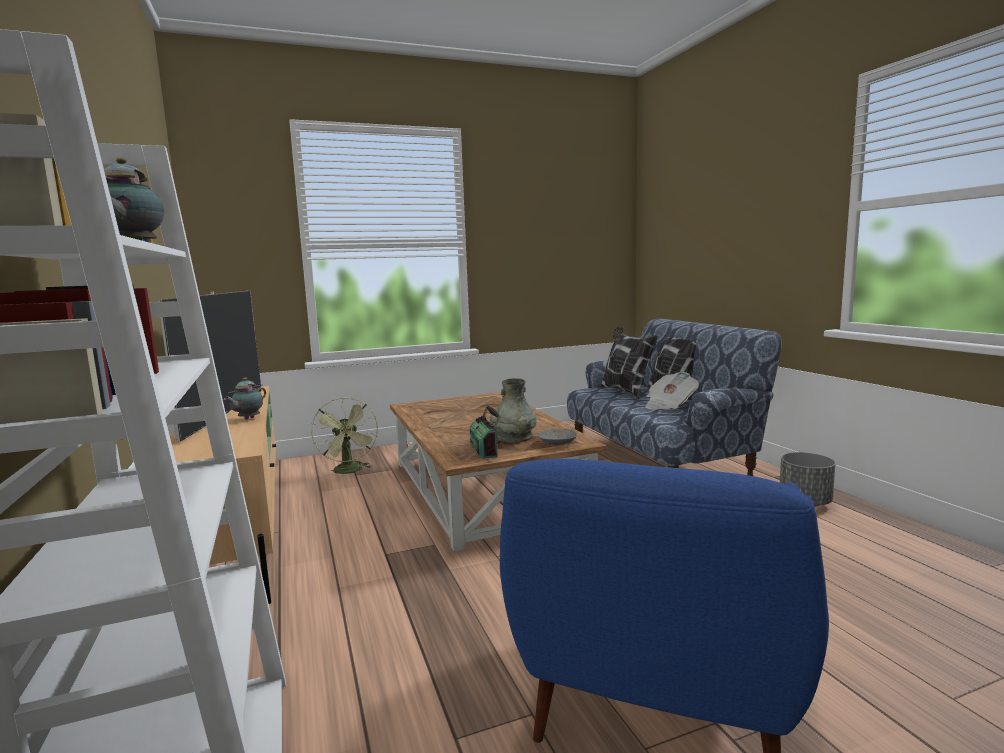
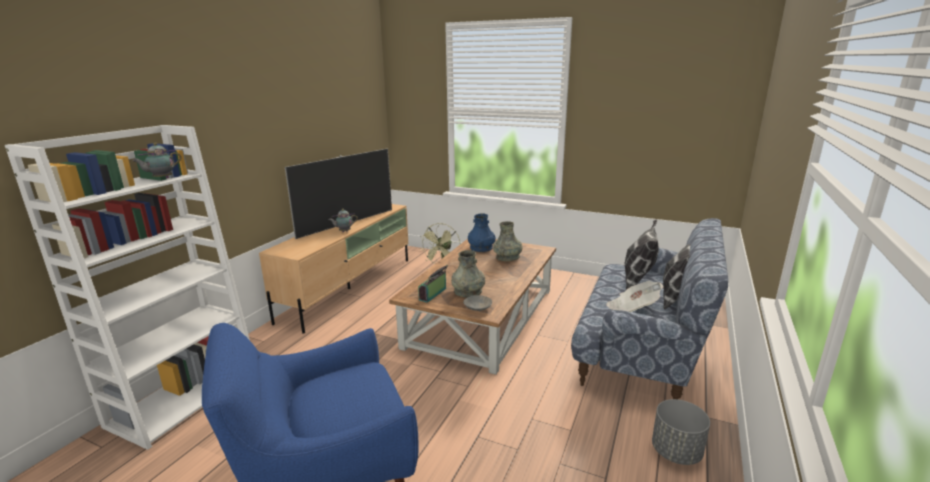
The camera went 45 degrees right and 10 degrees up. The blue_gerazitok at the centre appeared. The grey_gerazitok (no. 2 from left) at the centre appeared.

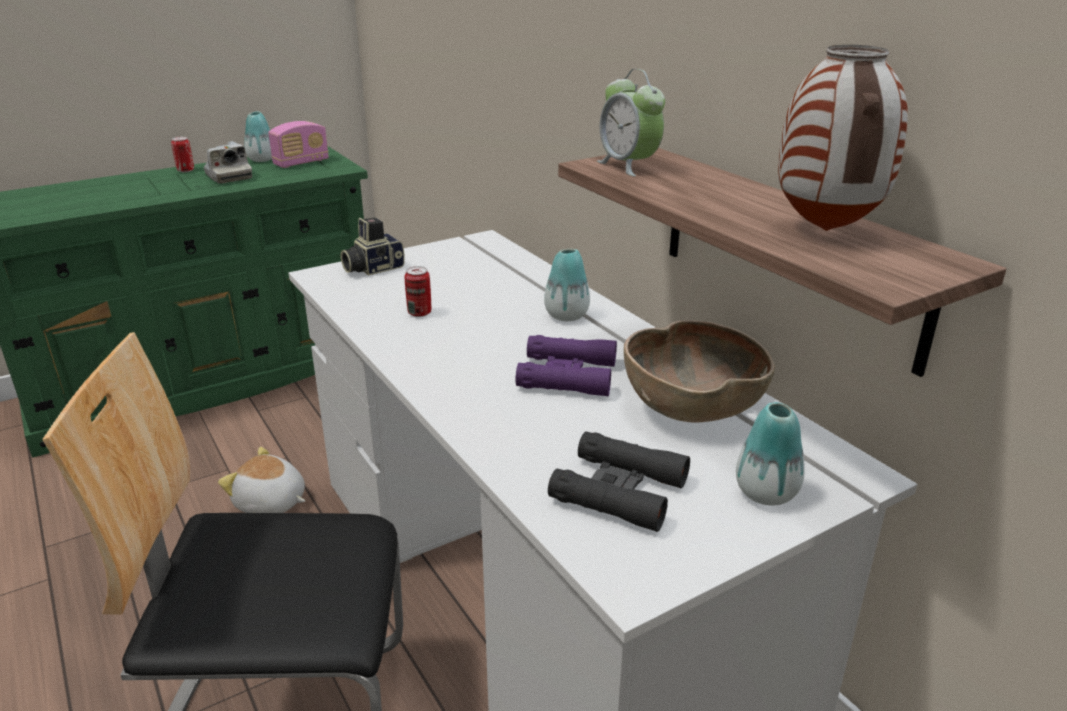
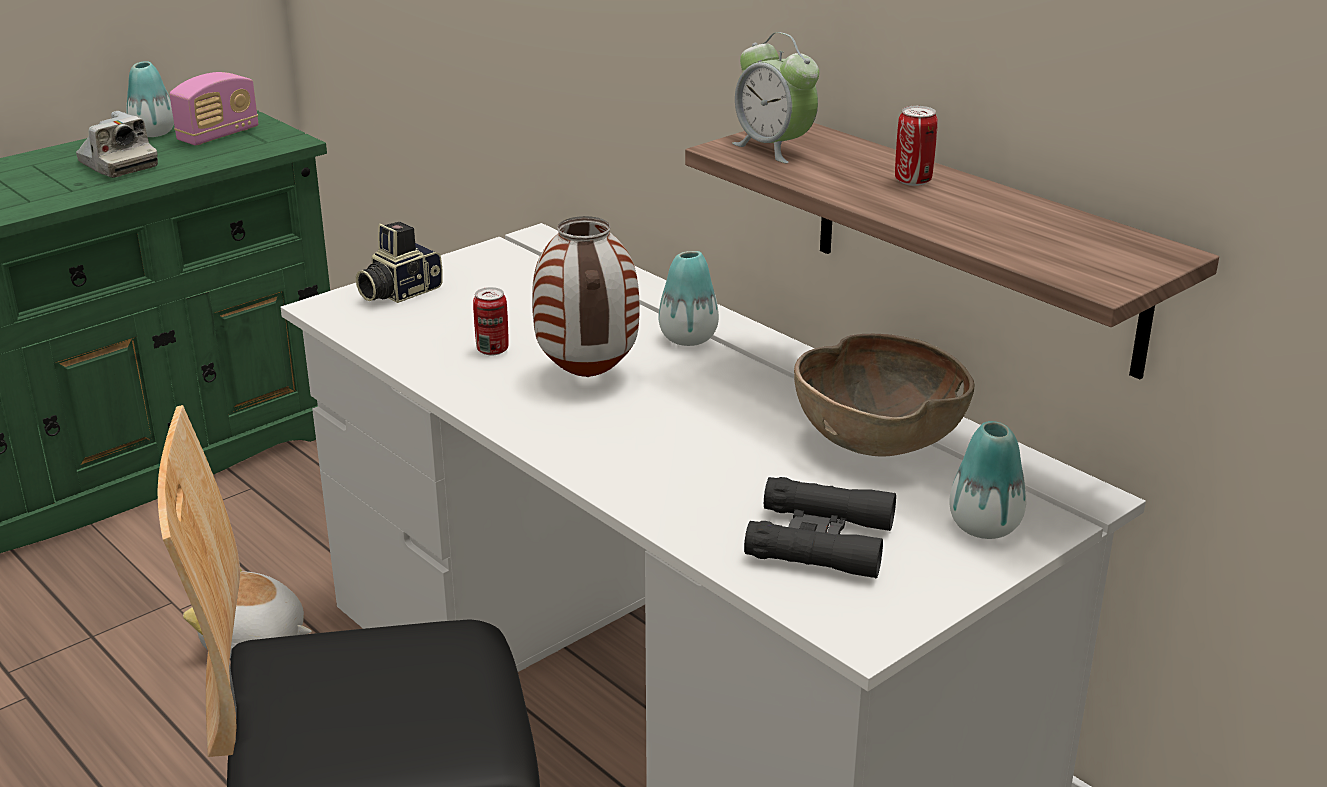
The camera went 10 degrees left and 0 degrees up. The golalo (no. 1 from left in the first image) moved from the top left to the top right. The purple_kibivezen at the centre disappeared. The gerazitok (no. 4 from left in the first image) moved from the top right to the centre.

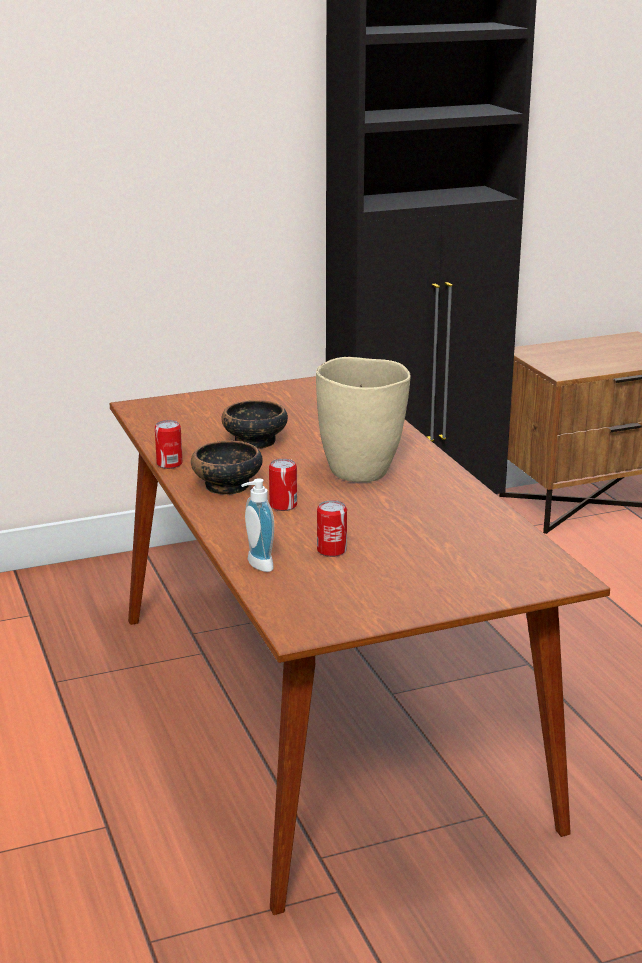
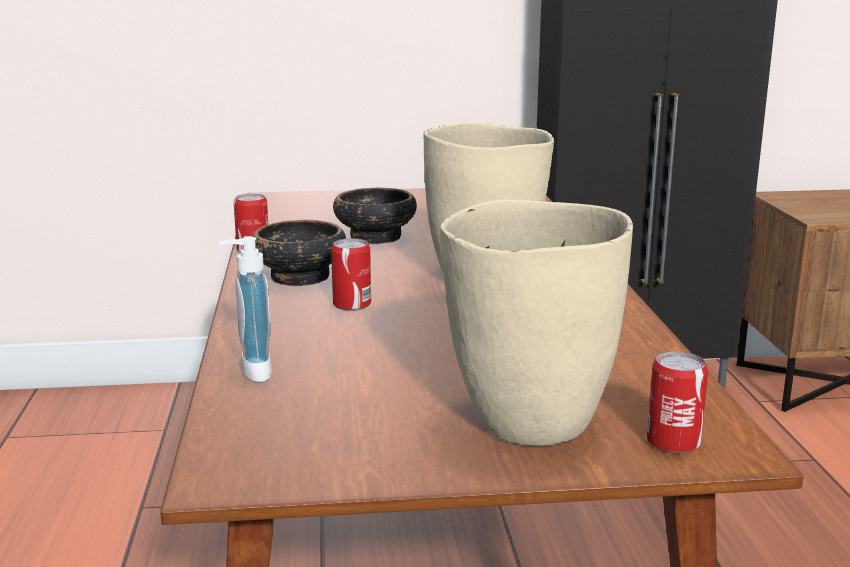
The camera went 15 degrees right and 5 degrees down. The golalo (no. 3 from left) moved from the centre to the bottom right. The beige_gerazitok (no. 2 from left) at the centre appeared.

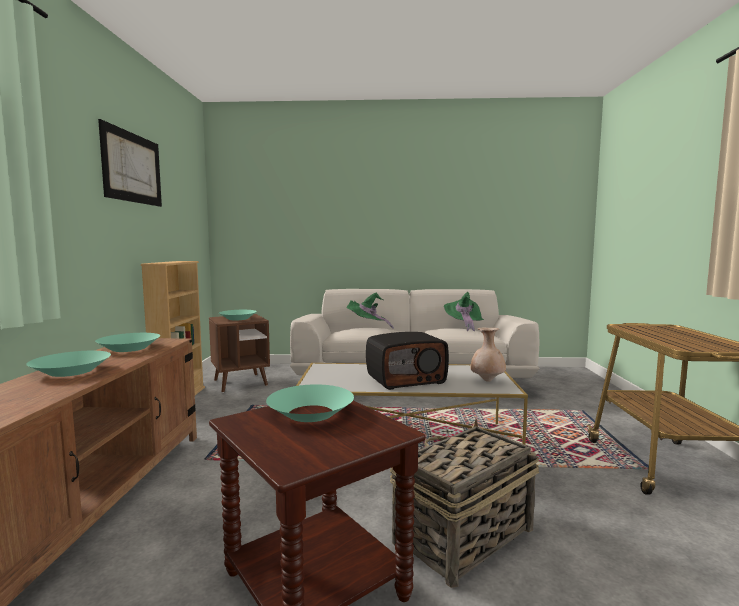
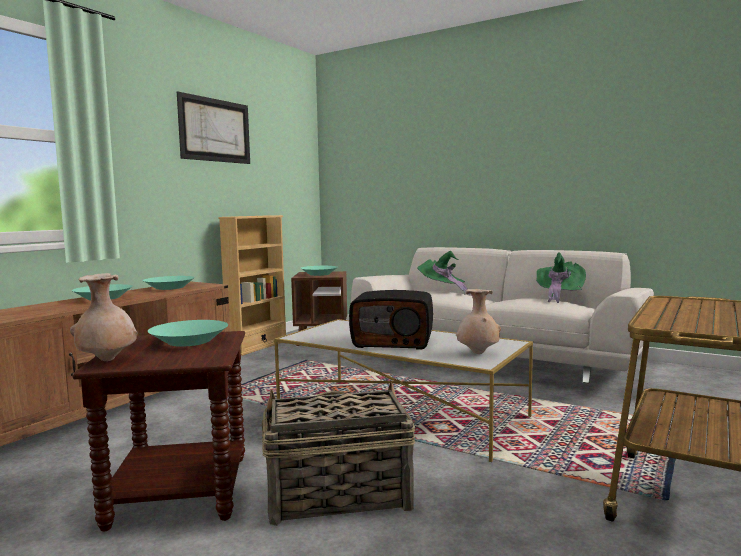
The camera went 30 degrees right and 0 degrees up. The beige_gerazitok (no. 1 from left) at the middle left appeared.

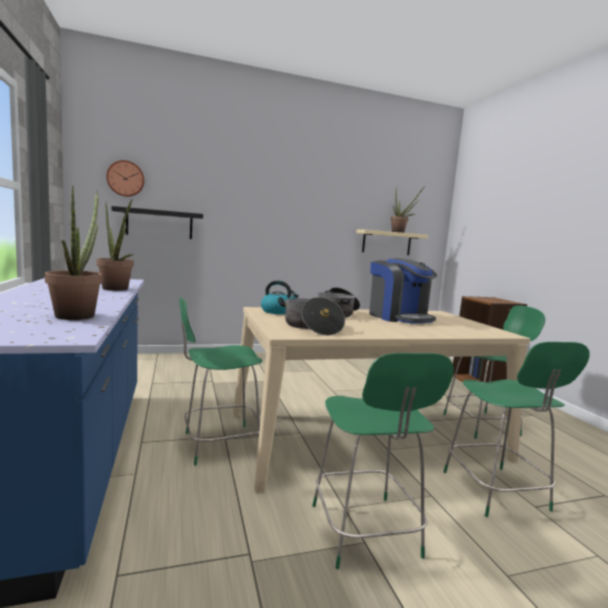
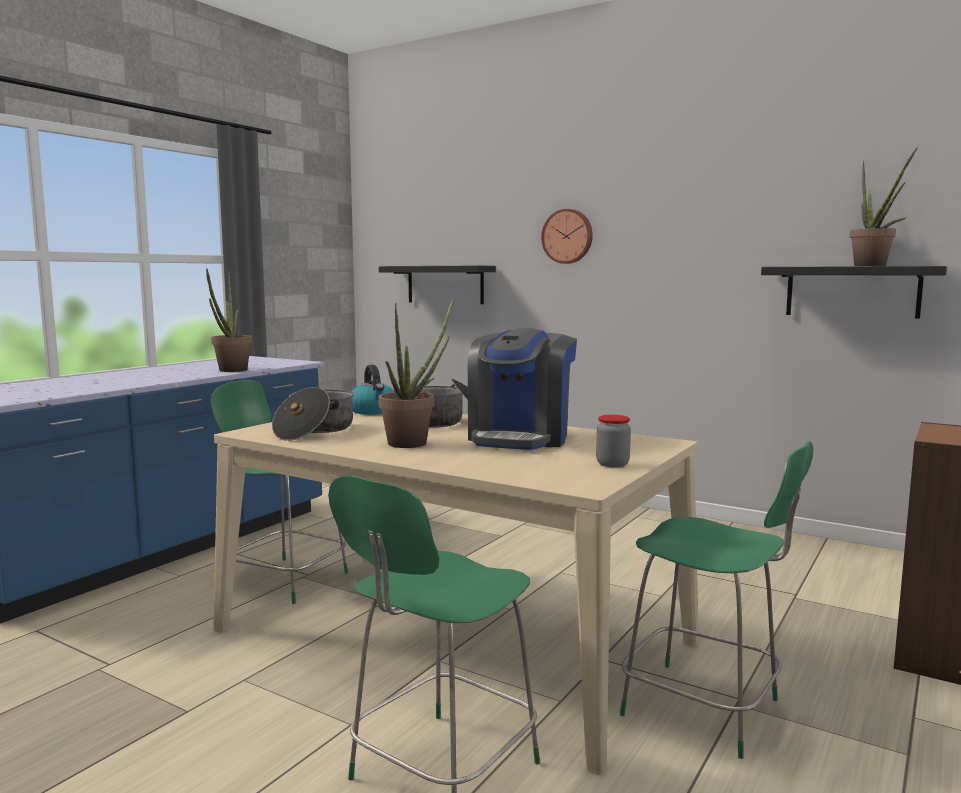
The camera went 50 degrees right and 0 degrees up. The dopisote (no. 1 from left in the first image) moved from the middle left to the centre. The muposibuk moved from the top left to the top centre. The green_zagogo (no. 2 from left) at the bottom centre disappeared. The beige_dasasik at the centre became the black_dasasik (no. 2 from left) at the middle right. The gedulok at the centre appeared.

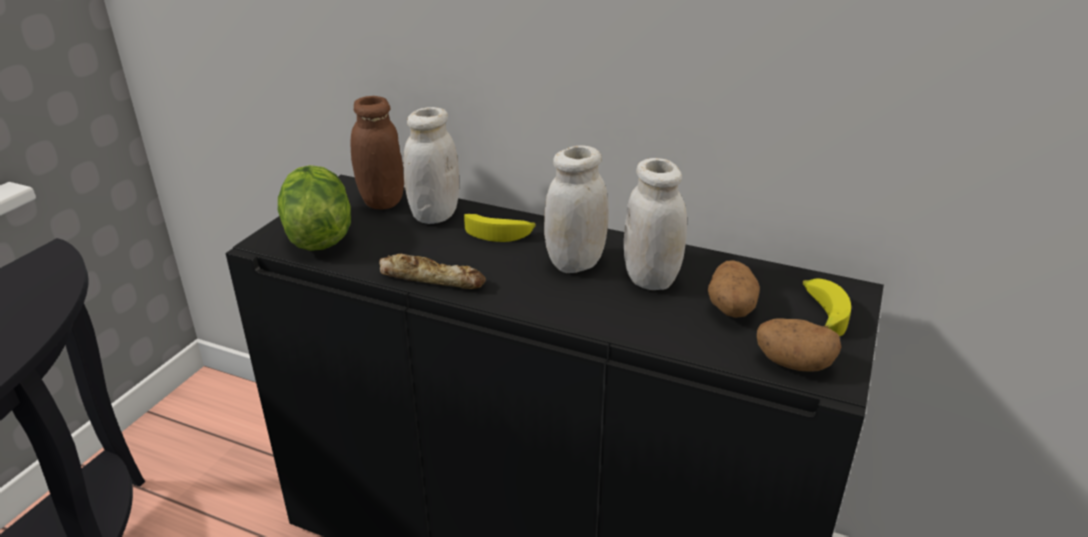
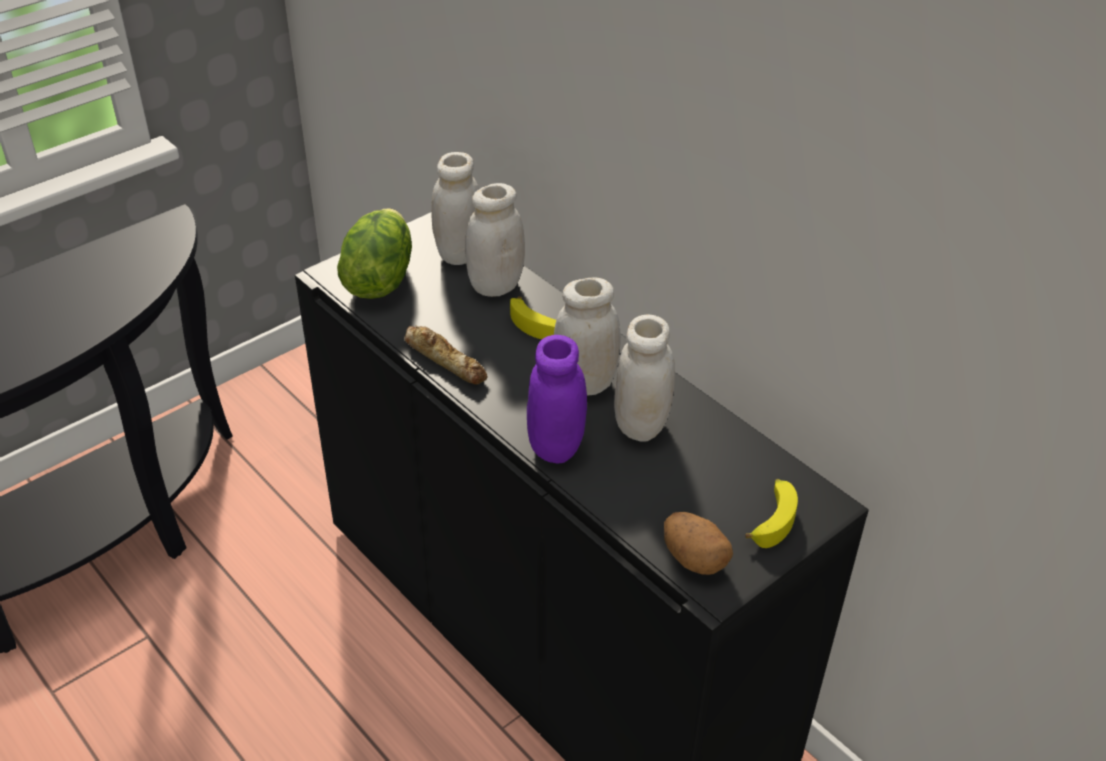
The camera went 25 degrees right and 10 degrees up. The brown_gedulok at the top centre became the white_gedulok (no. 1 from left) at the top centre. The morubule (no. 1 from left) at the middle right disappeared. The purple_gedulok at the centre appeared.

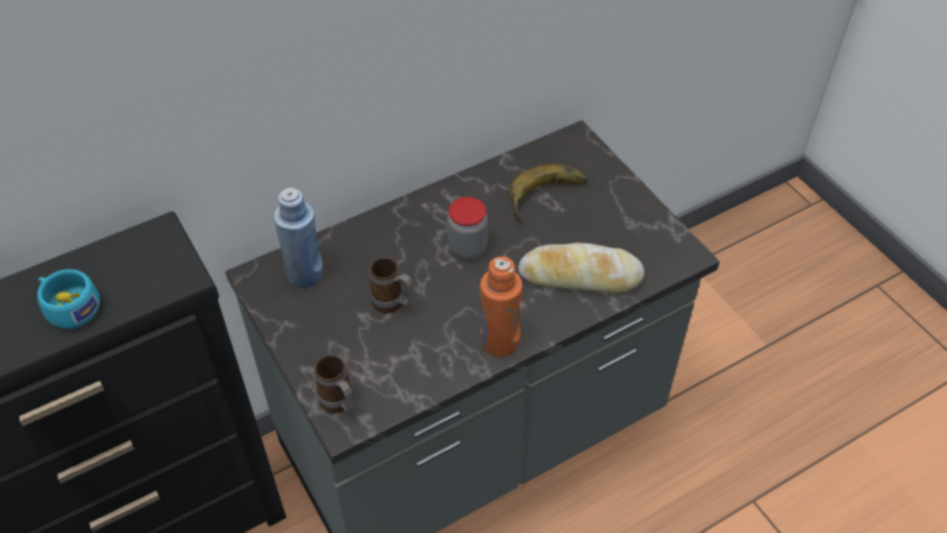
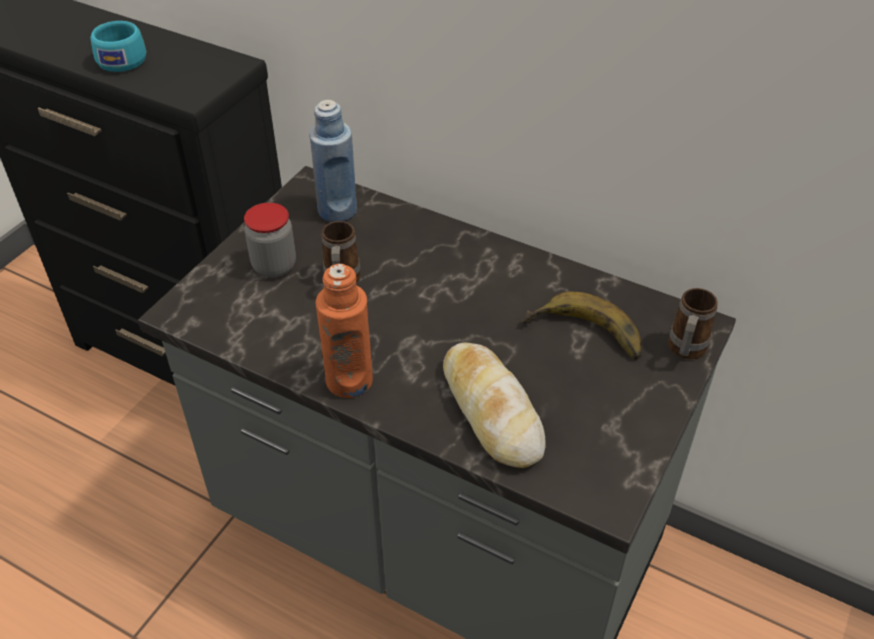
The camera went 60 degrees right and 5 degrees down. The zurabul (no. 1 from left in the first image) moved from the bottom centre to the middle right. The gedulok moved from the centre to the middle left.

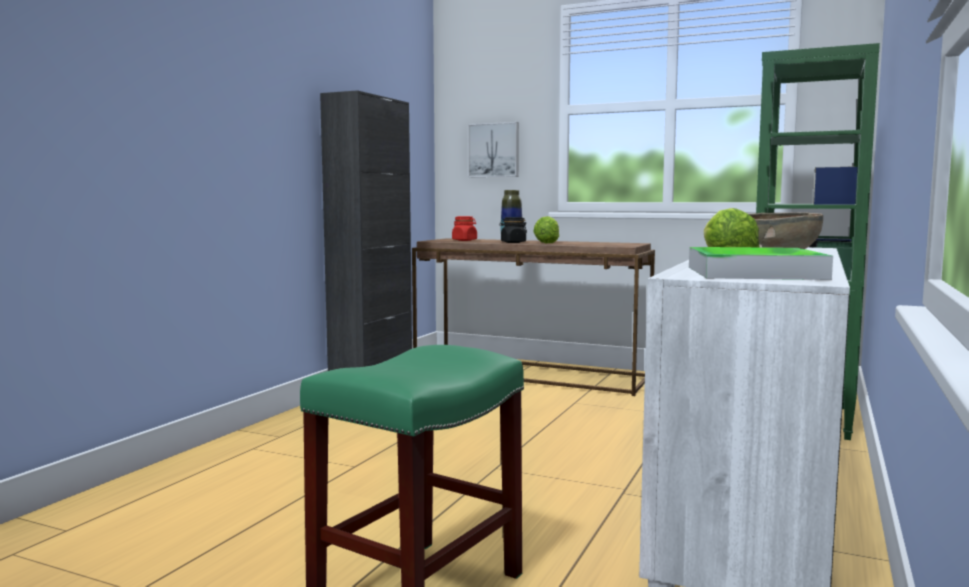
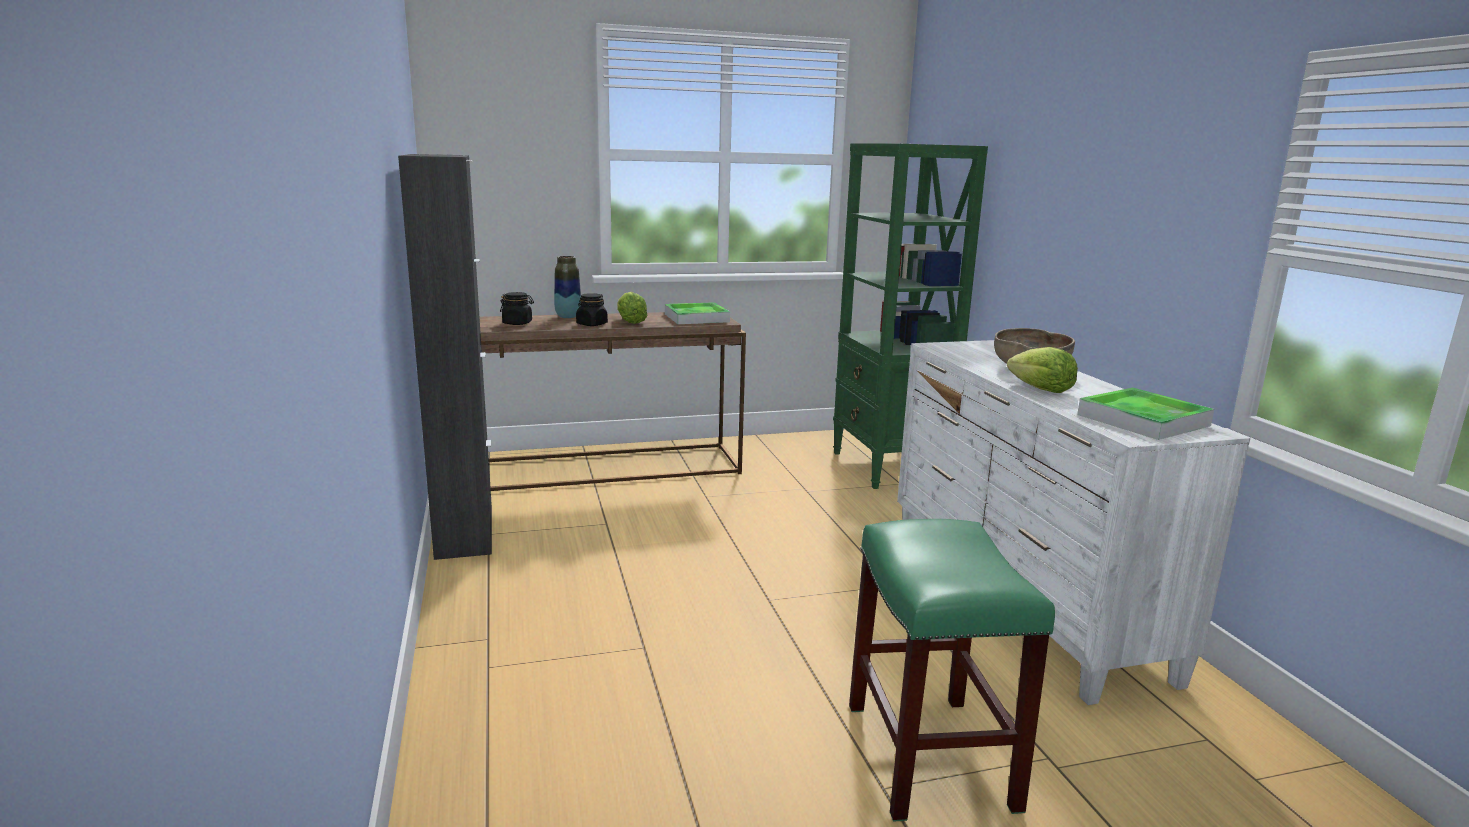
The camera went 40 degrees left and 10 degrees up. The red_gedulok at the centre became the black_gedulok (no. 1 from left) at the centre. The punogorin at the top centre disappeared. The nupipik (no. 1 from left) at the centre appeared.

